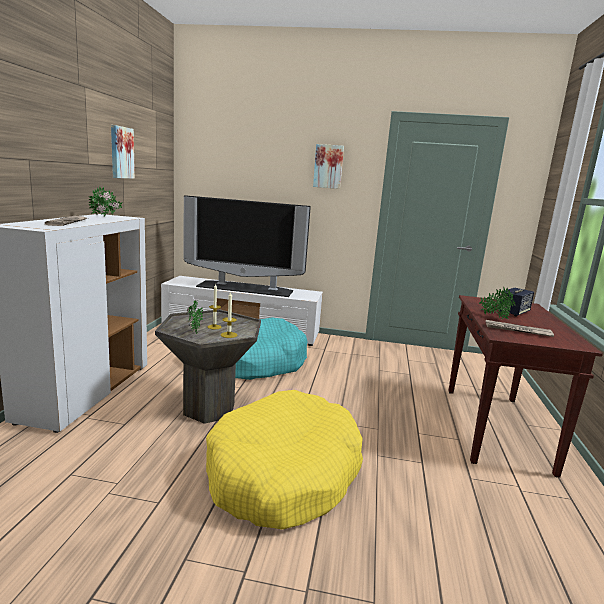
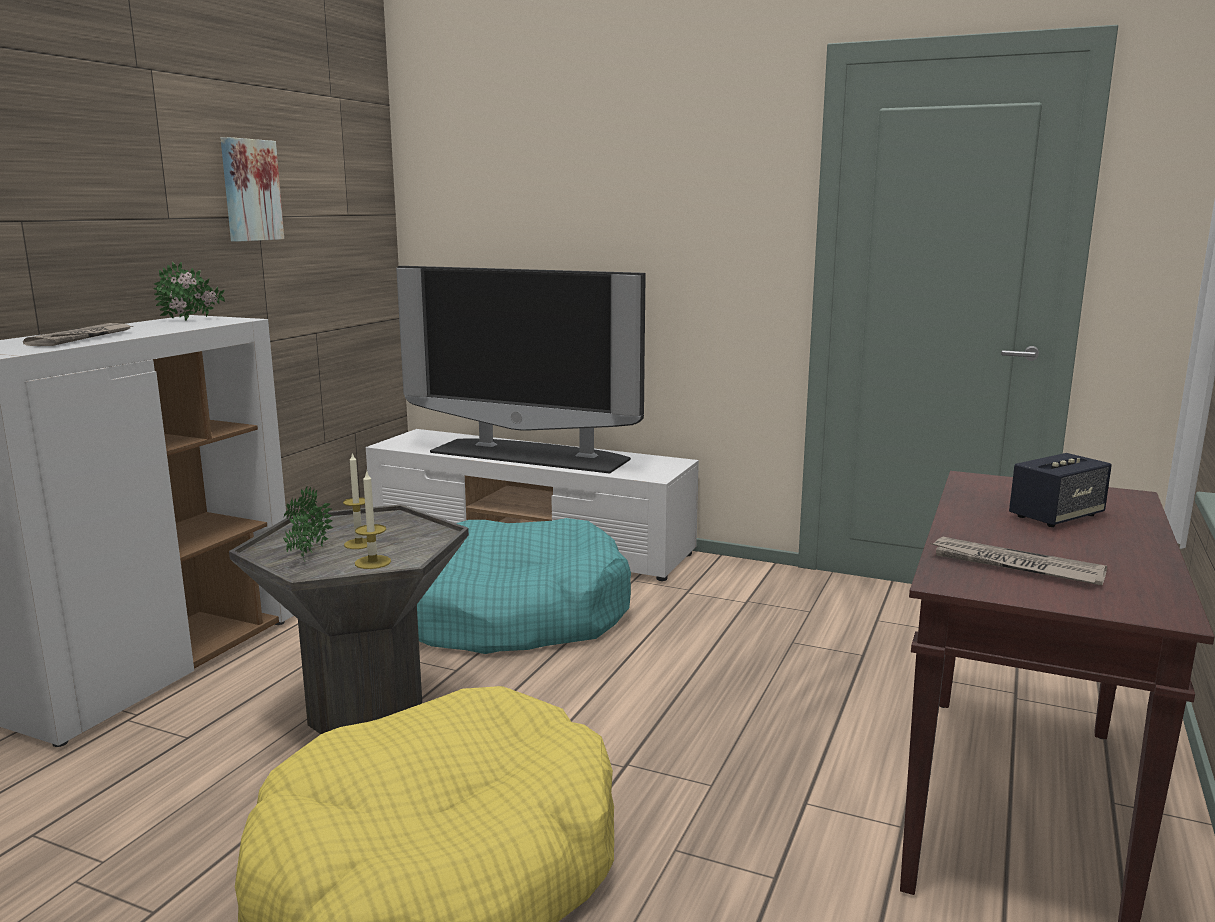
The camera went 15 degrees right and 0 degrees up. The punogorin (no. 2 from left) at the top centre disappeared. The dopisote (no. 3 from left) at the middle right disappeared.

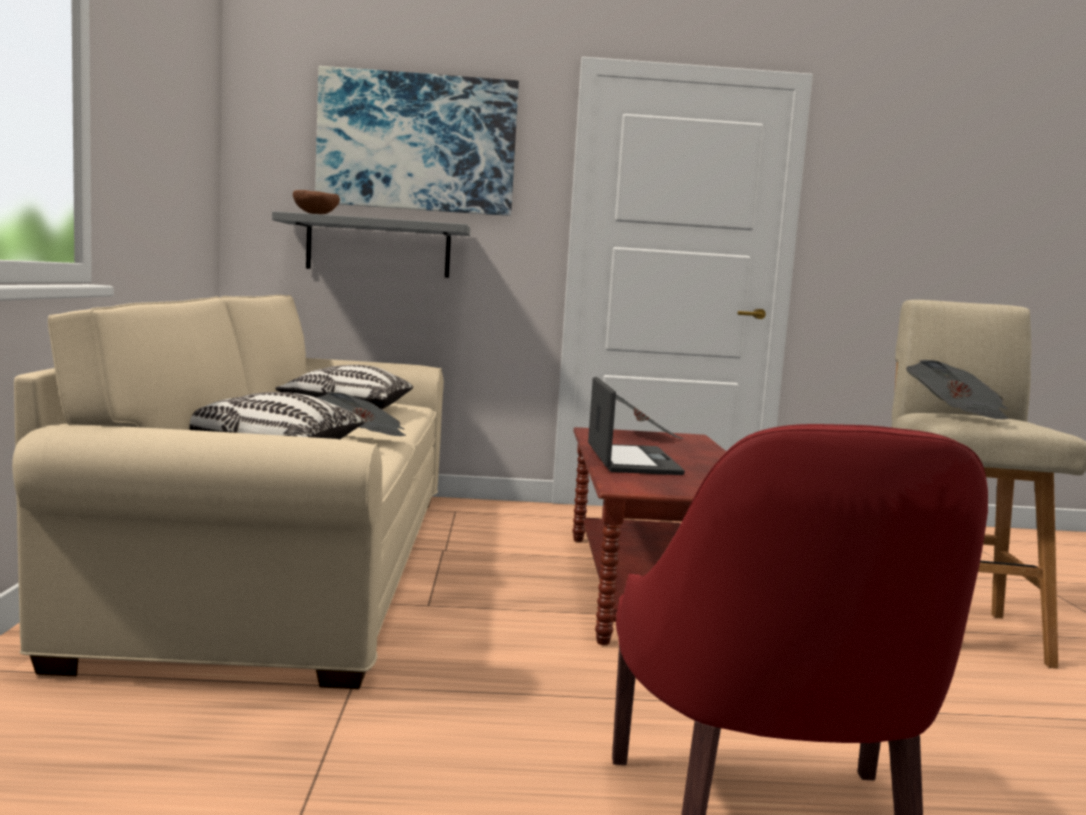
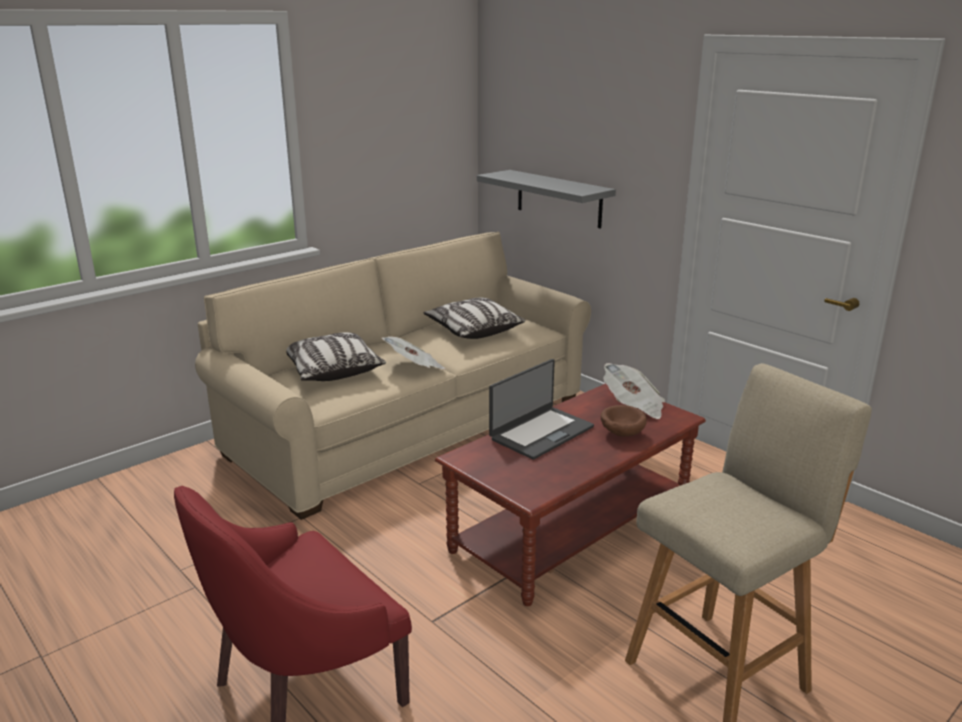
The camera went 50 degrees right and 15 degrees up. The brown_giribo moved from the top left to the centre. The punogorin at the top centre disappeared. The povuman (no. 3 from left) at the middle right disappeared.

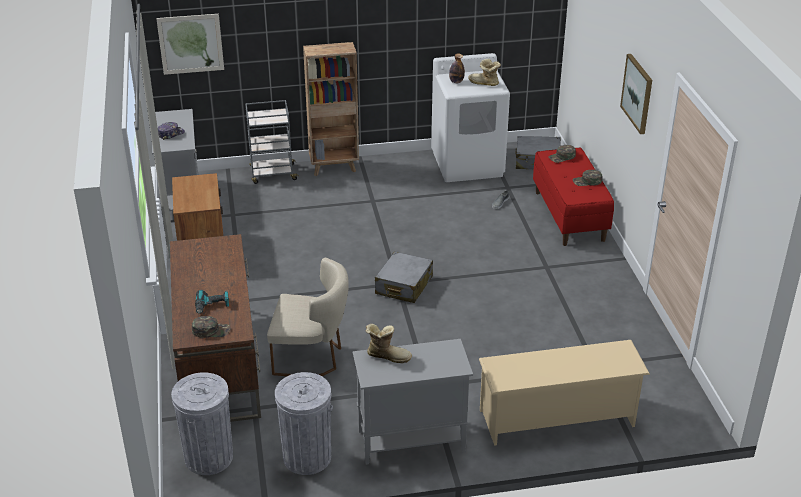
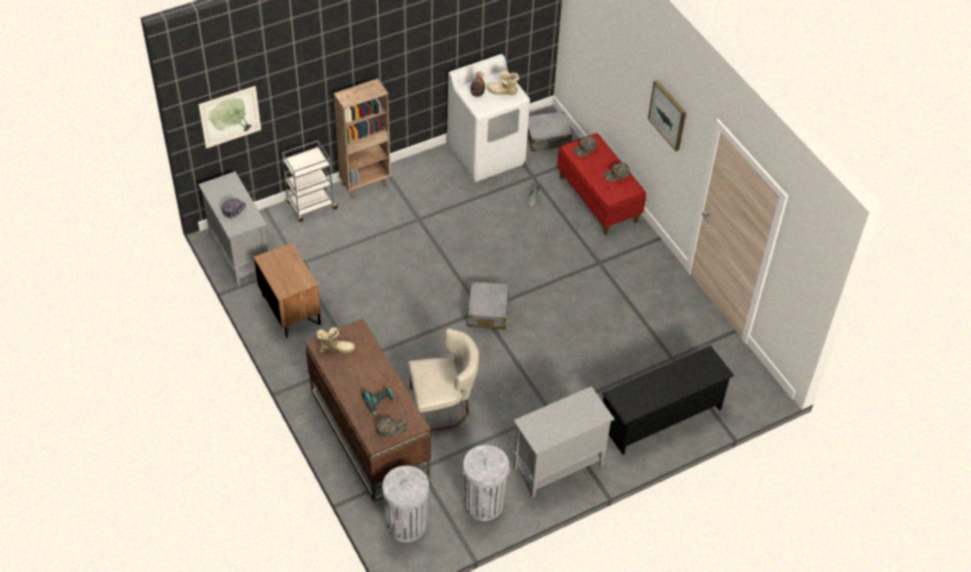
The camera went 20 degrees left and 15 degrees up. The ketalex (no. 1 from left) moved from the bottom centre to the centre. The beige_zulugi at the bottom right became the black_zulugi at the bottom right.

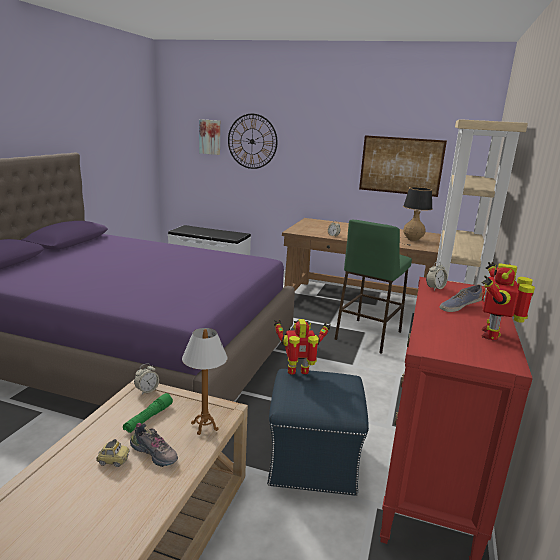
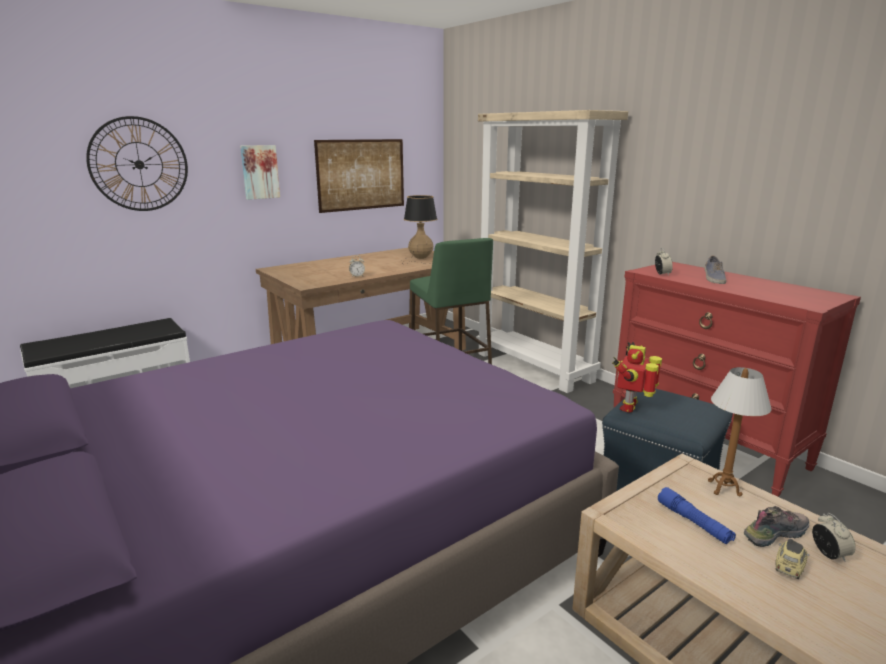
The camera went 55 degrees left and 0 degrees up. The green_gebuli at the bottom left became the blue_gebuli at the bottom right. The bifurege (no. 1 from left in the first image) moved from the bottom left to the bottom right. The punogorin (no. 1 from left) moved from the top centre to the top left. The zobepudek (no. 2 from left) at the middle right disappeared.

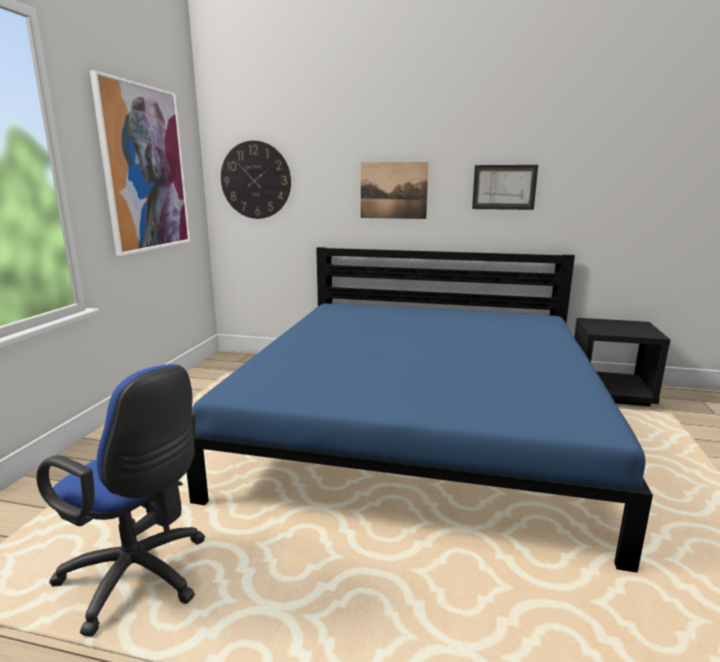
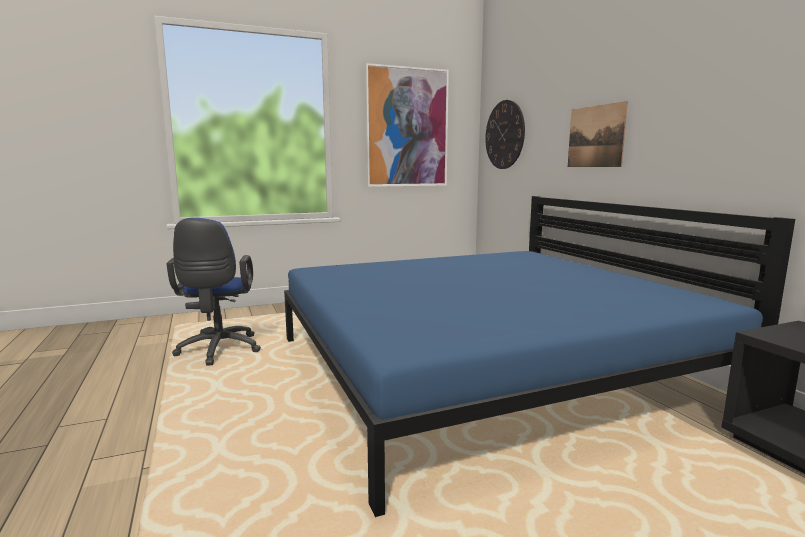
The camera went 55 degrees right and 5 degrees down. The punogorin (no. 3 from left) at the top right disappeared.

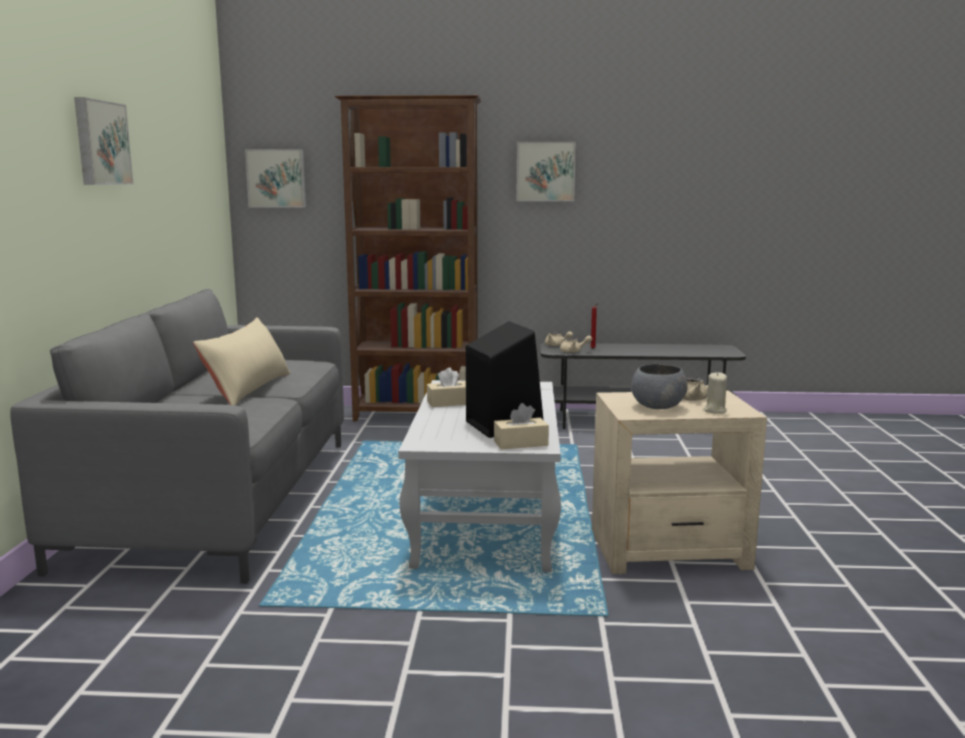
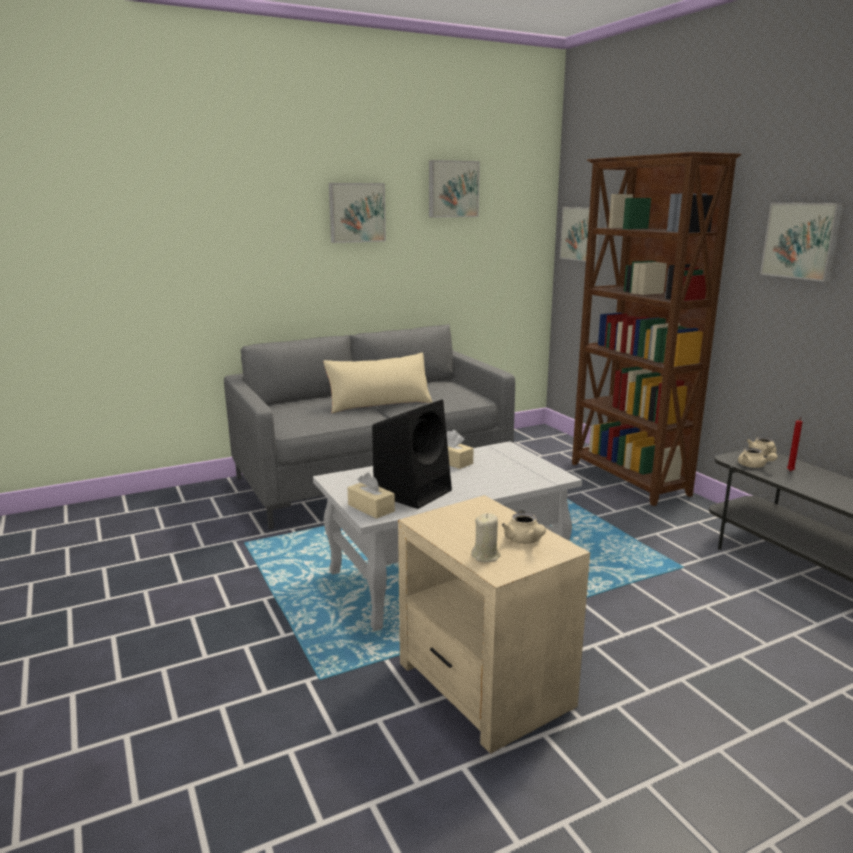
The camera went 60 degrees right and 5 degrees up. The grey_giribo at the middle right disappeared. The punogorin (no. 2 from left) at the top centre appeared.

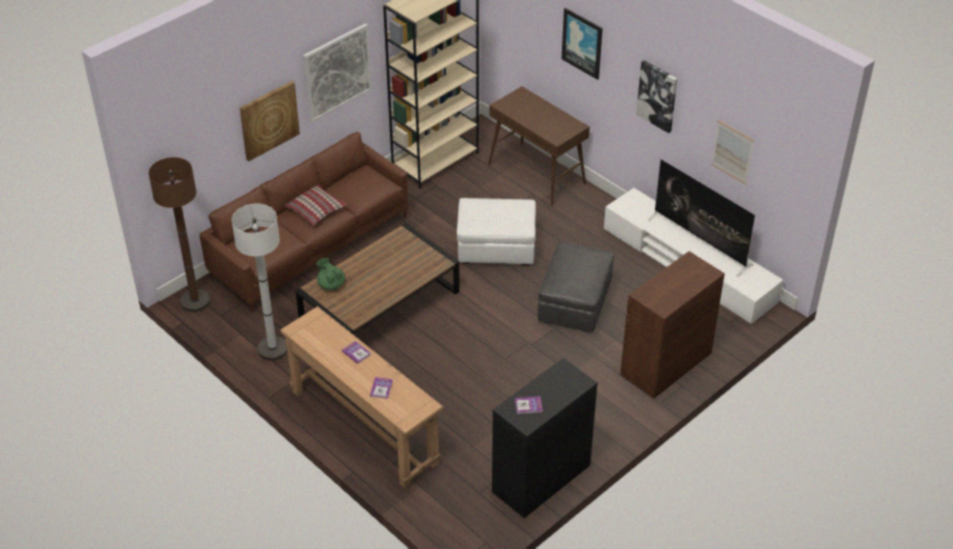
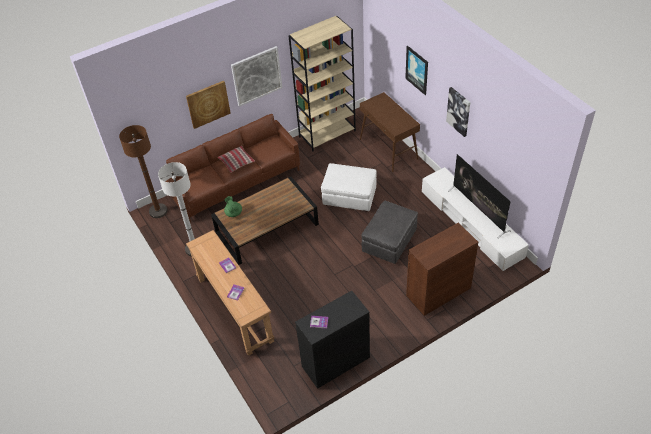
The camera went 15 degrees right and 5 degrees up. The punogorin (no. 5 from left) at the top right disappeared.

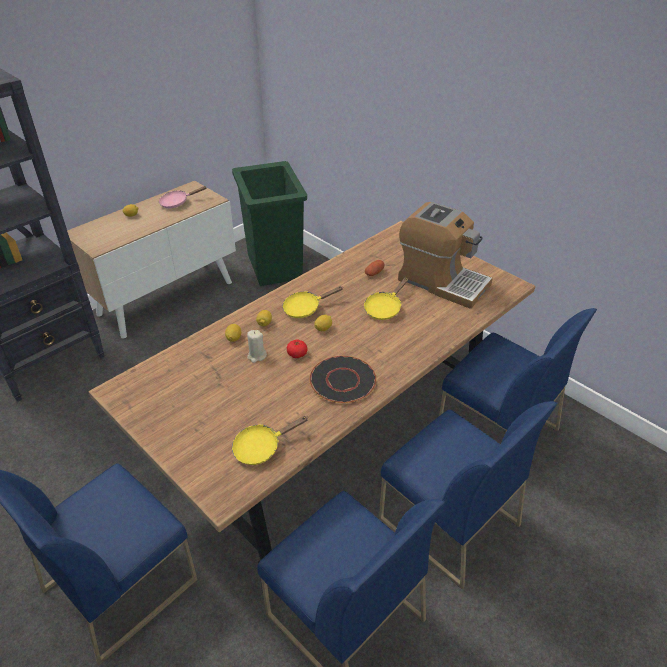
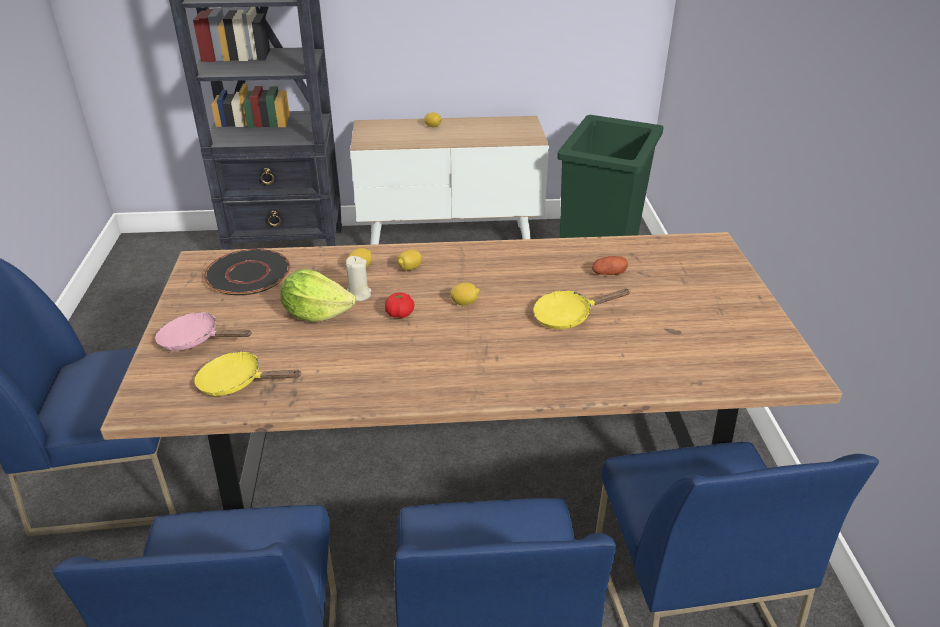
The camera went 40 degrees right and 5 degrees down. The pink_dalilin moved from the top left to the middle left. The yellow_dalilin (no. 2 from left) at the centre disappeared. The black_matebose moved from the centre to the middle left. The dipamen at the middle right disappeared. The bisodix at the centre appeared.

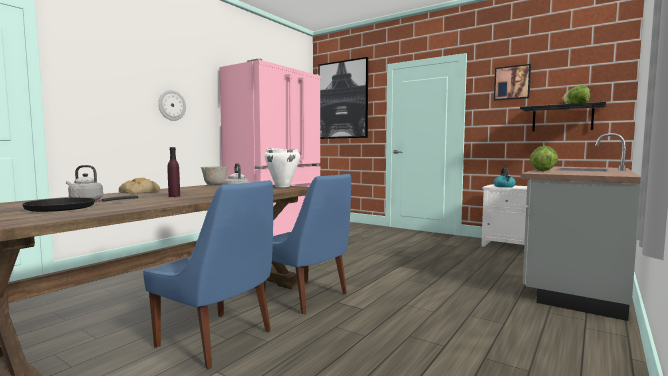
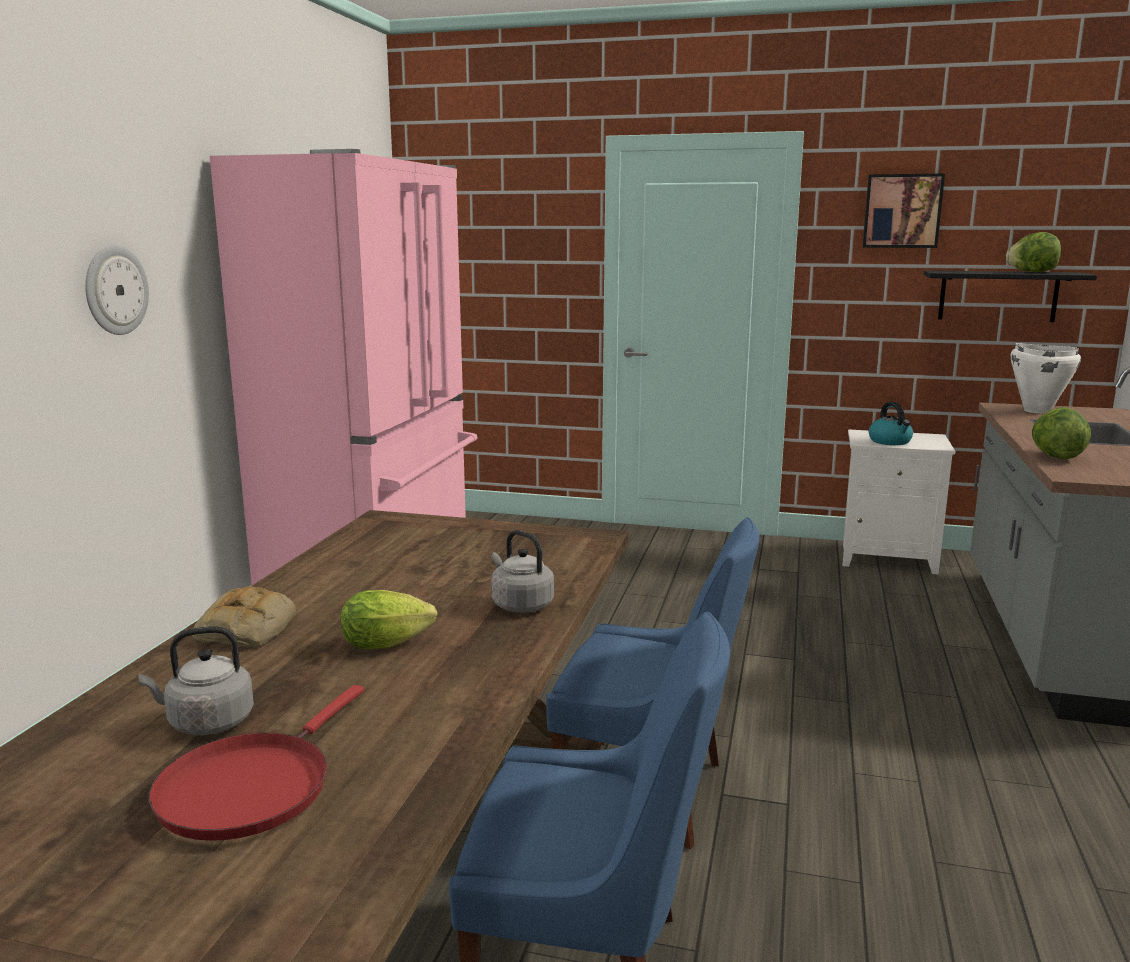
The camera went 20 degrees left and 10 degrees up. The black_dalilin at the middle left became the red_dalilin at the bottom left. The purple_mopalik at the middle left was replaced by the bisodix (no. 1 from left) at the centre. The grey_giribo at the middle left disappeared. The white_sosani moved from the centre to the middle right. The punogorin (no. 1 from left) at the top centre disappeared.

